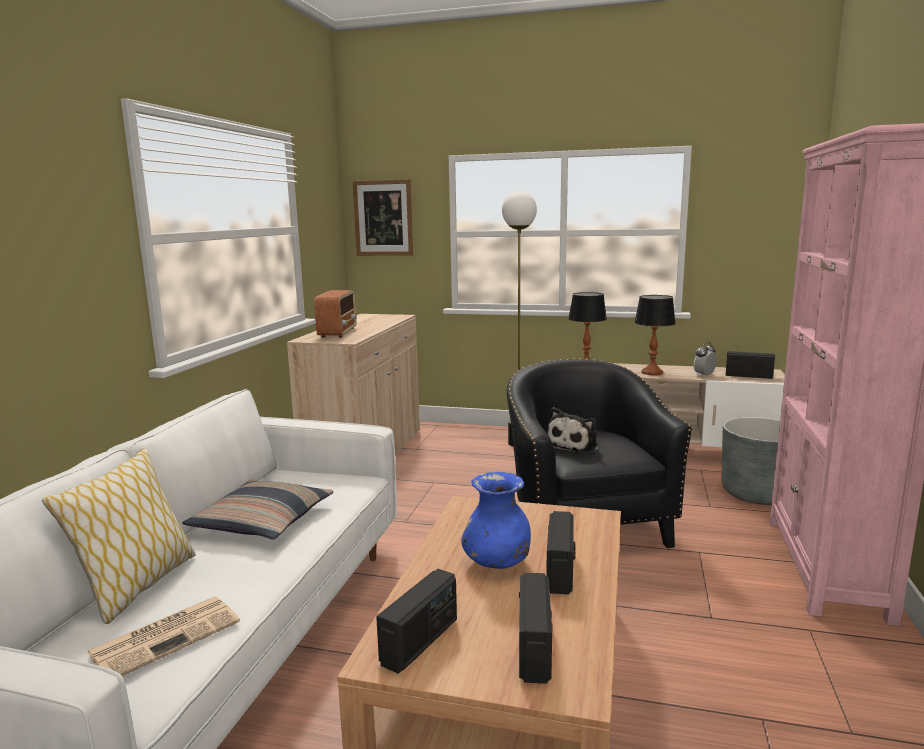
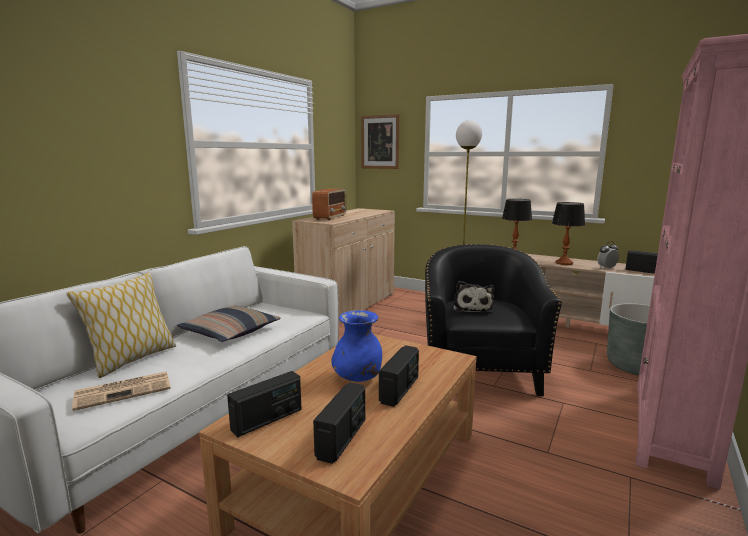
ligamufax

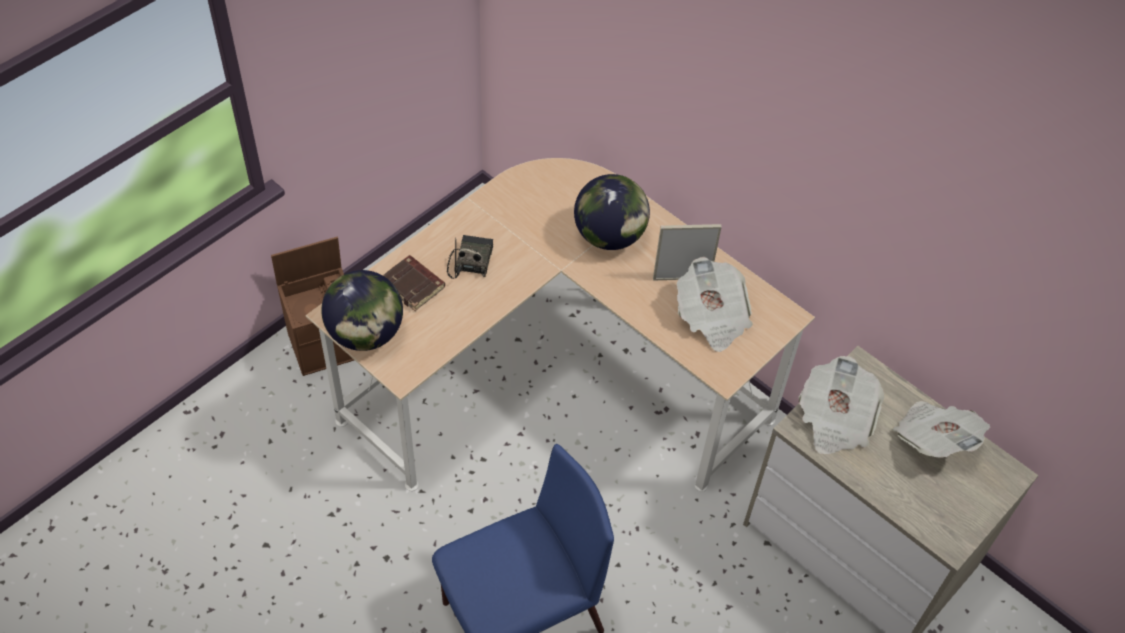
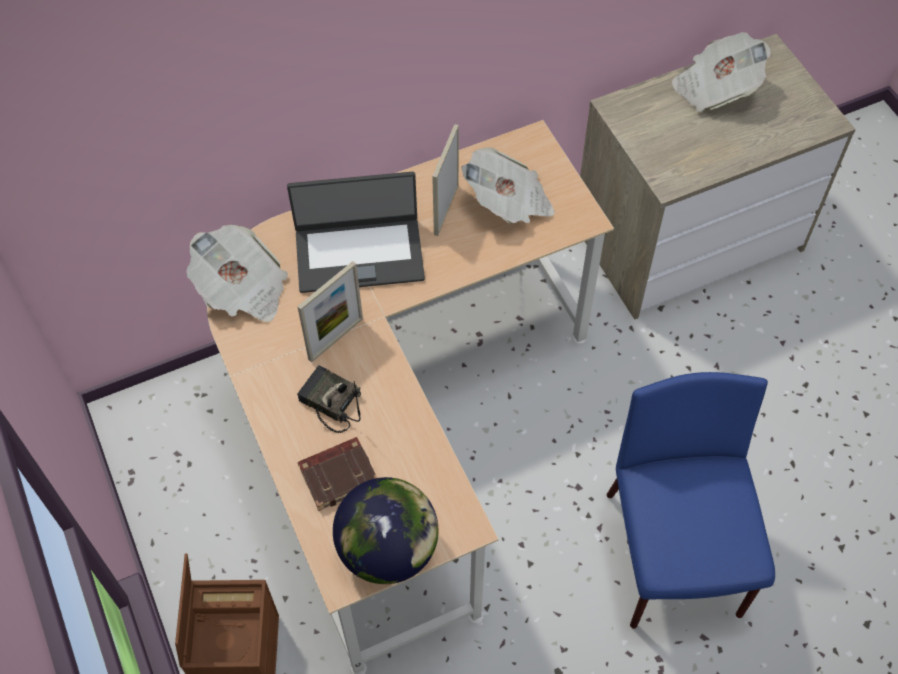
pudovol
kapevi (no. 1 from left)
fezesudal (no. 1 from left)

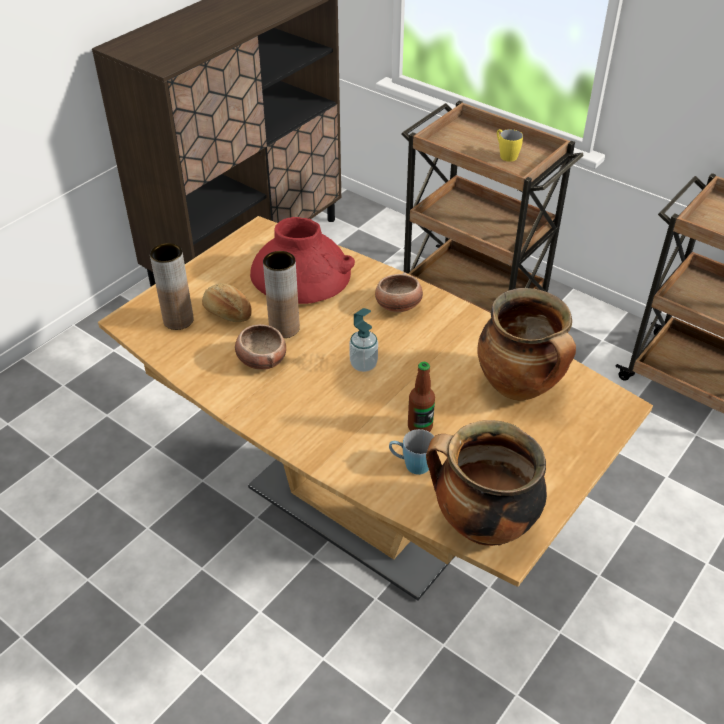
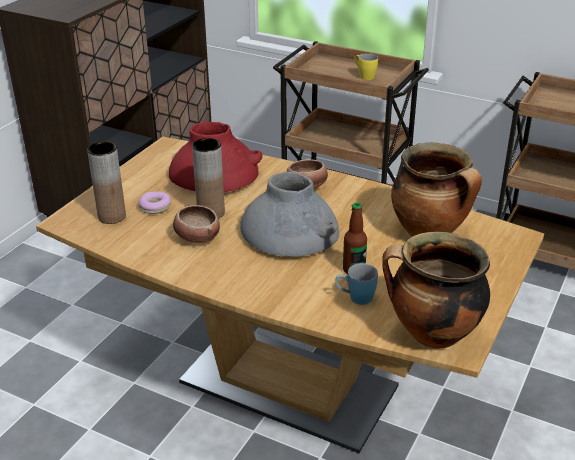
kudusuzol
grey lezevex

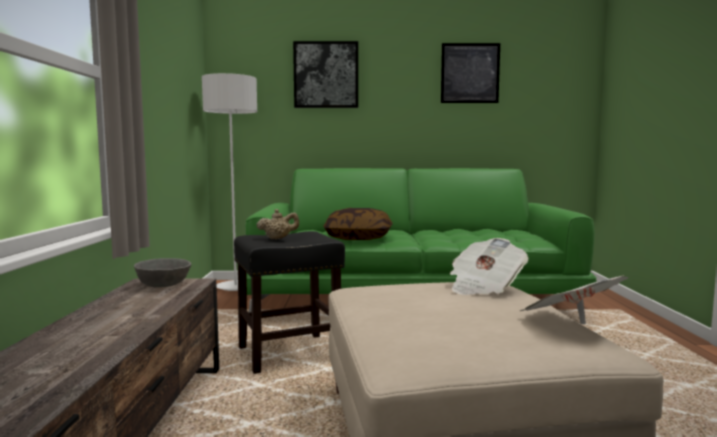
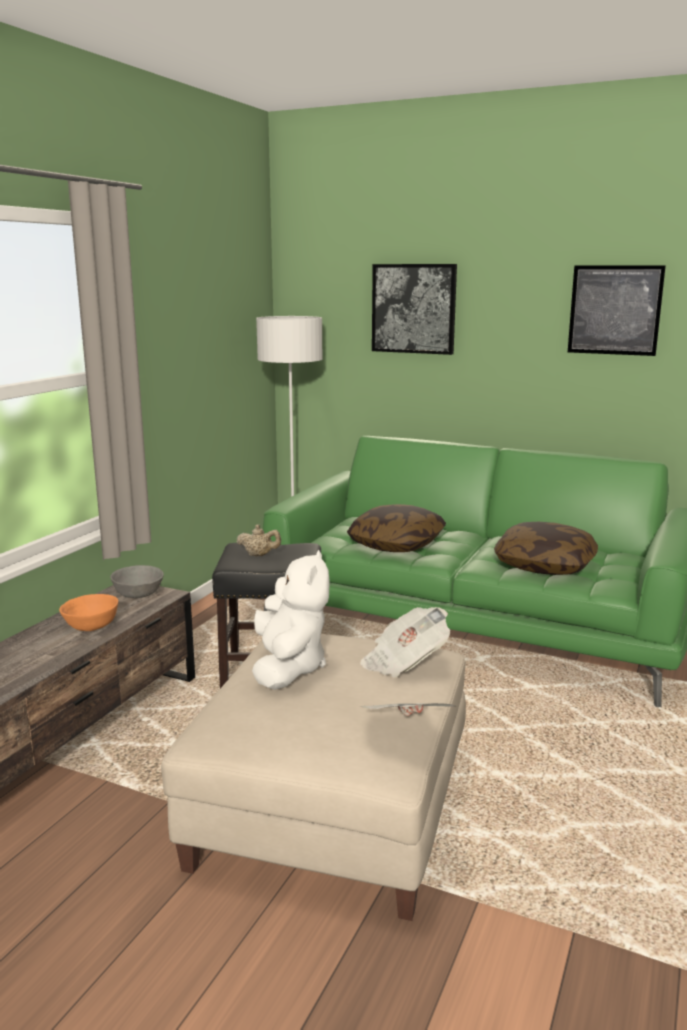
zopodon (no. 2 from left)
white ligamufax
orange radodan

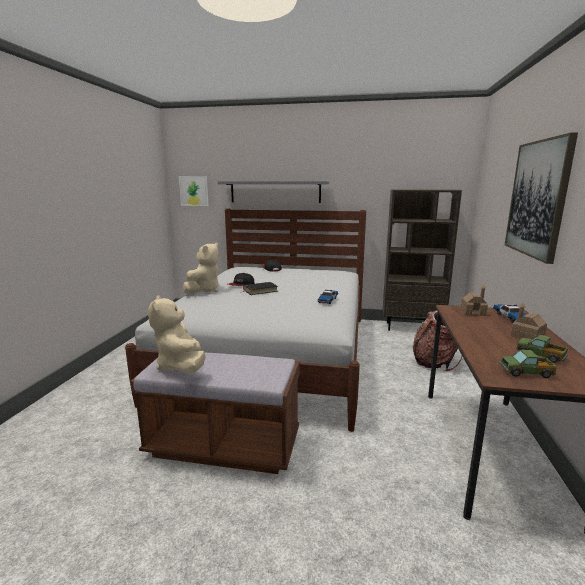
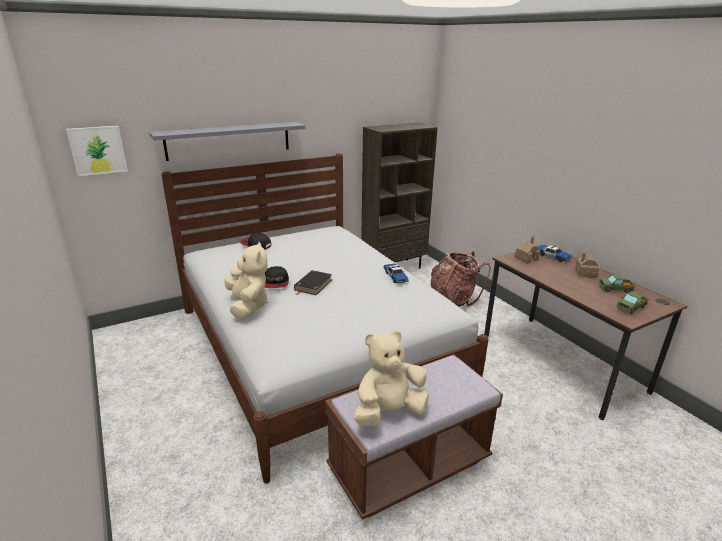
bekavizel (no. 2 from left in the first image)
beige ligamufax (no. 2 from left)

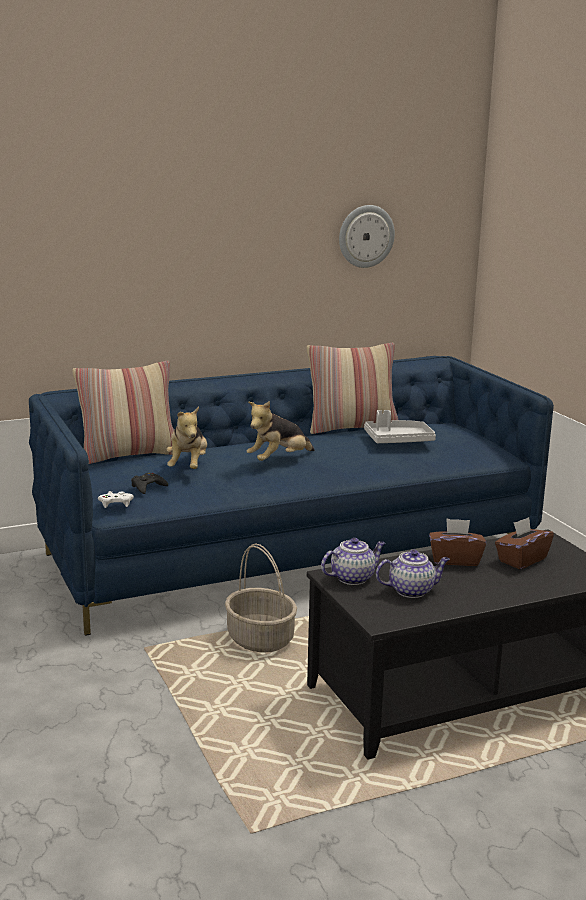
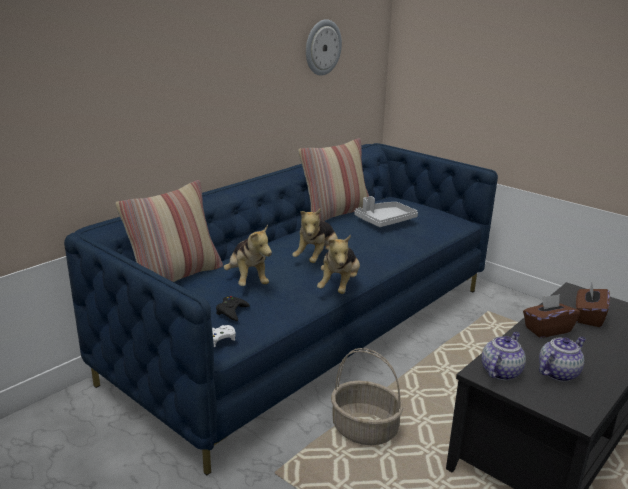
ligamufax (no. 3 from left)

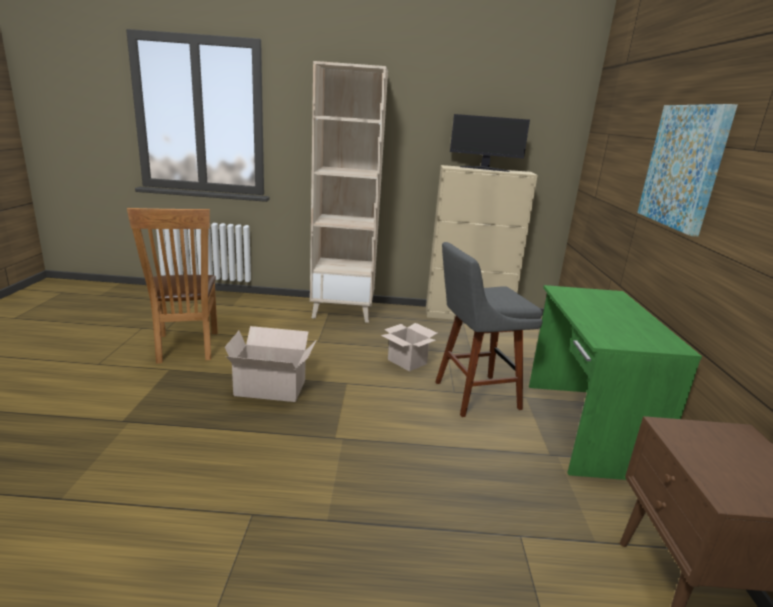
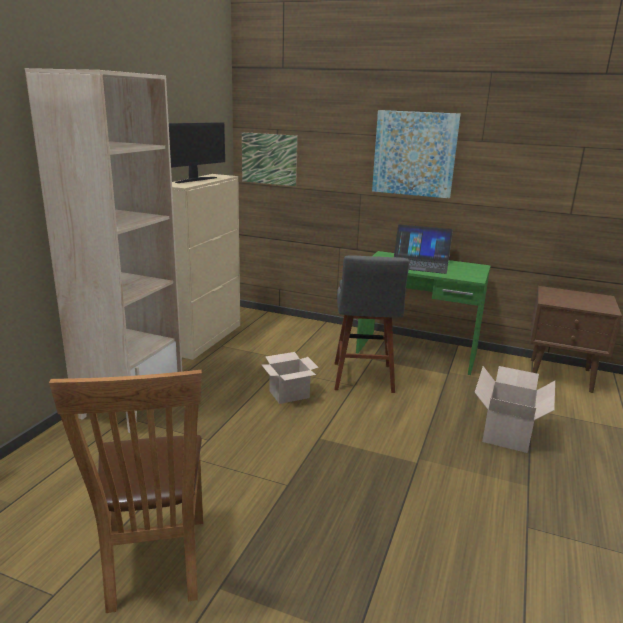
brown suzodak
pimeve (no. 2 from left)
bekavizel (no. 1 from left)
pudovol

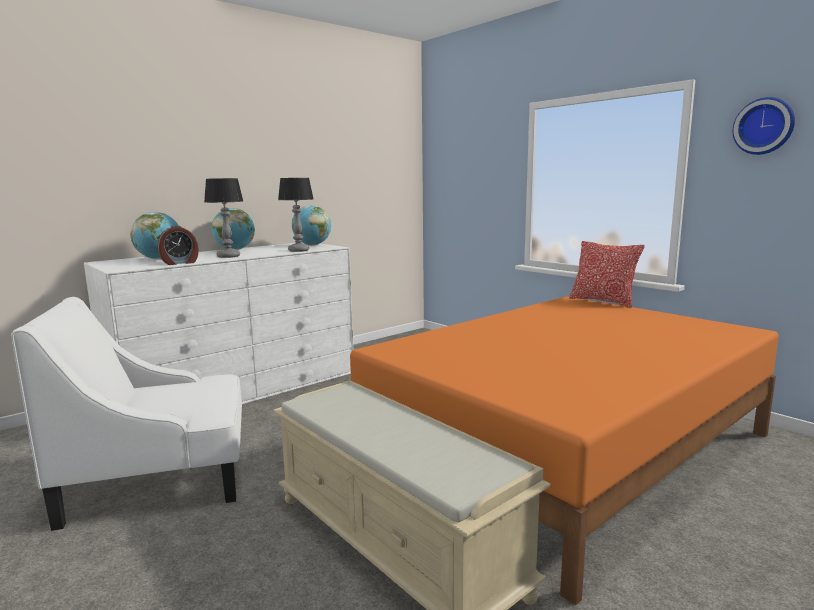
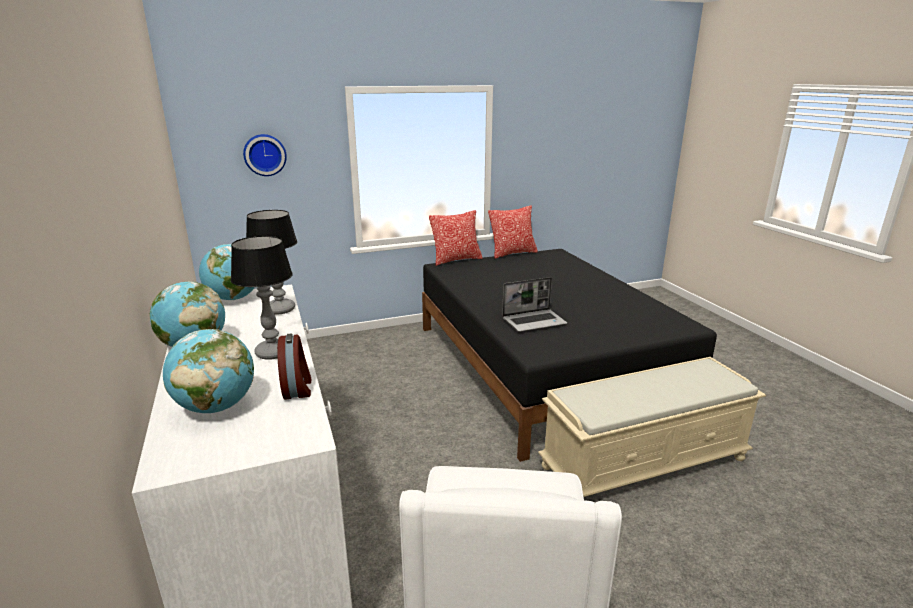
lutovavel
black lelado
zopodon (no. 2 from left)
pudovol

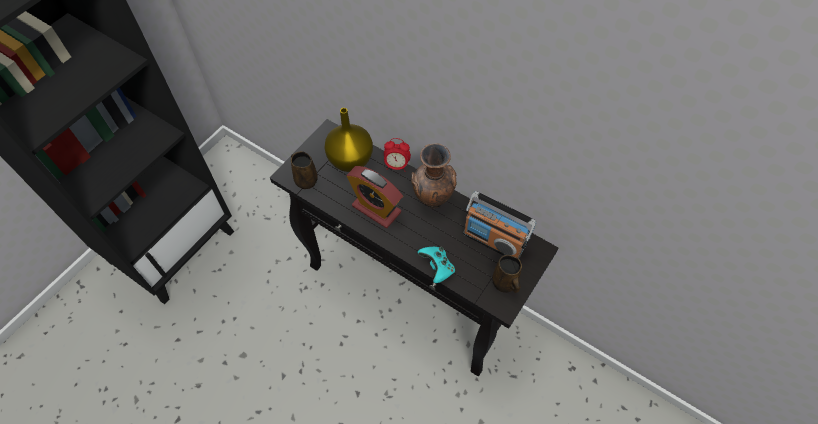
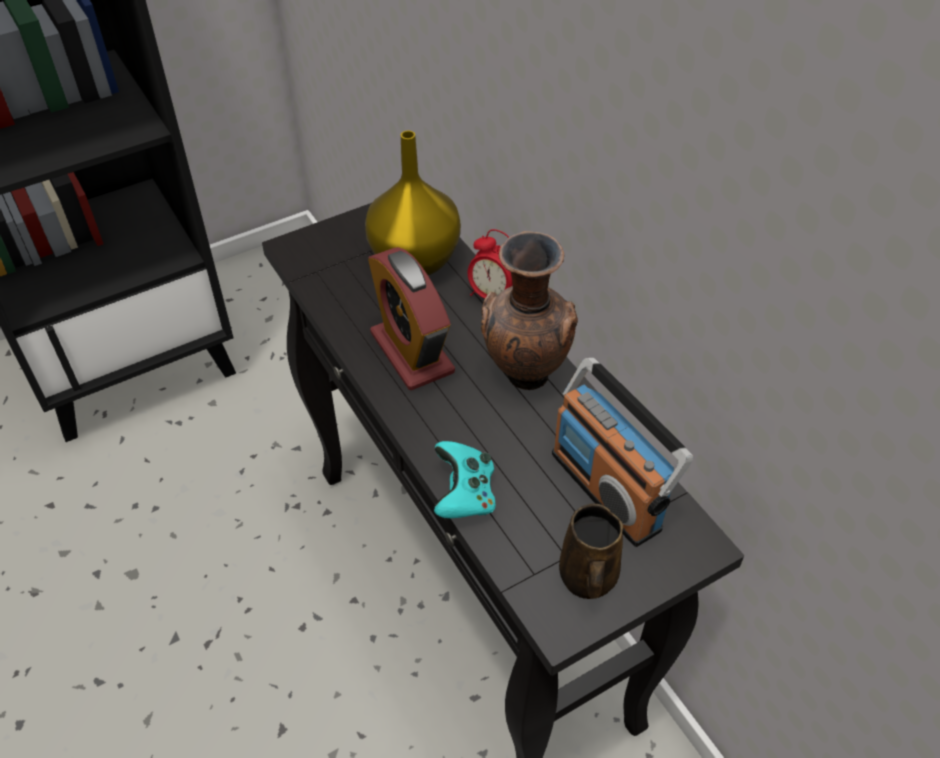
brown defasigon (no. 1 from left in the first image)

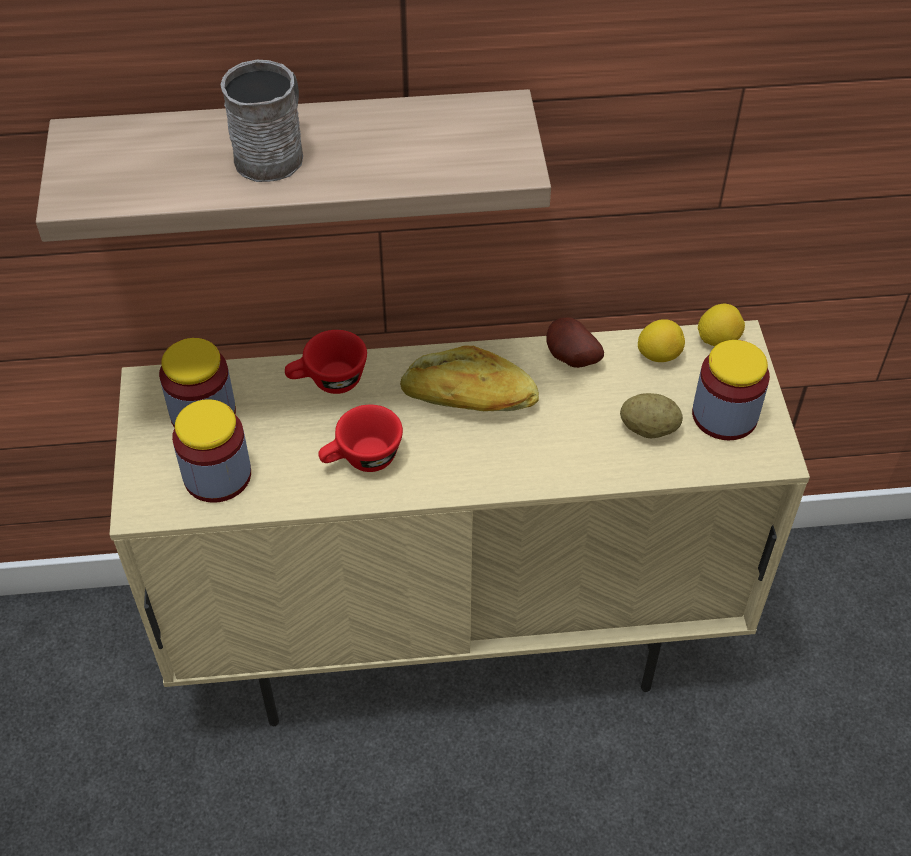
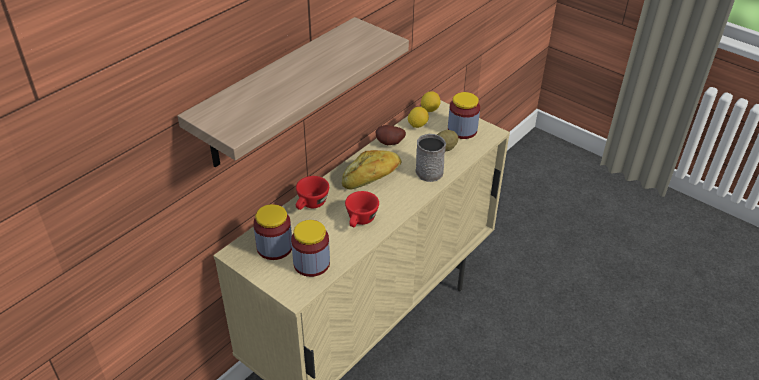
grey defasigon

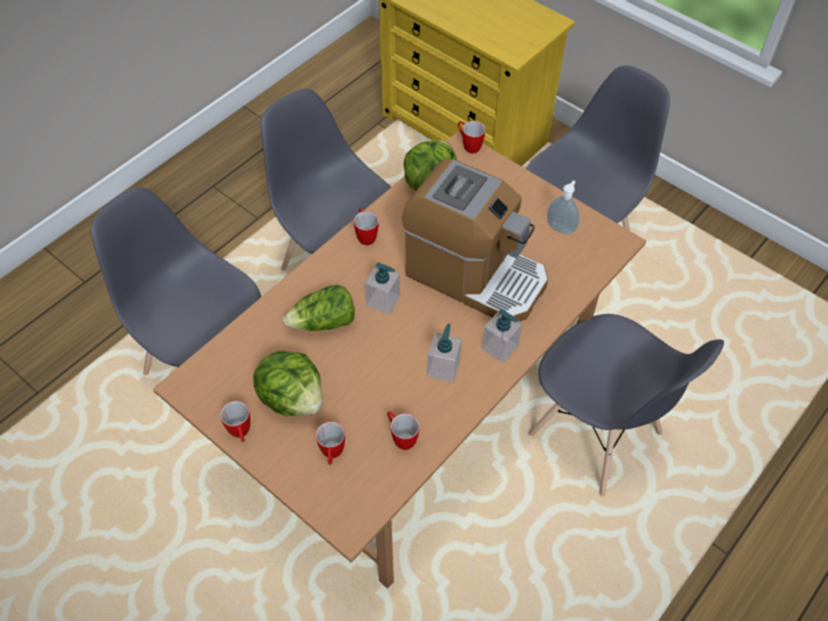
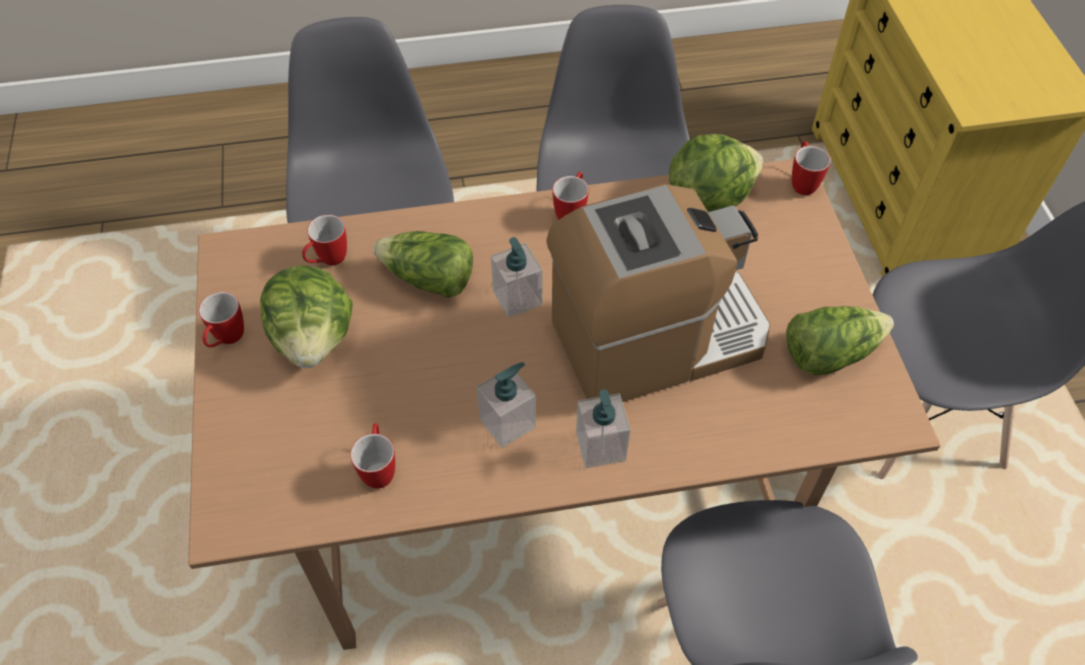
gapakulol
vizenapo (no. 4 from left)
defasigon (no. 2 from left)

